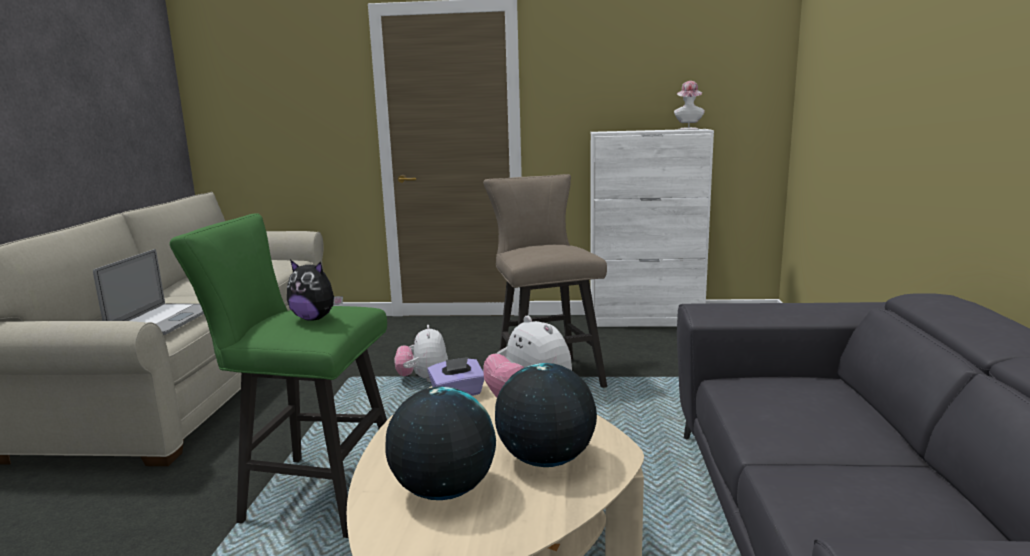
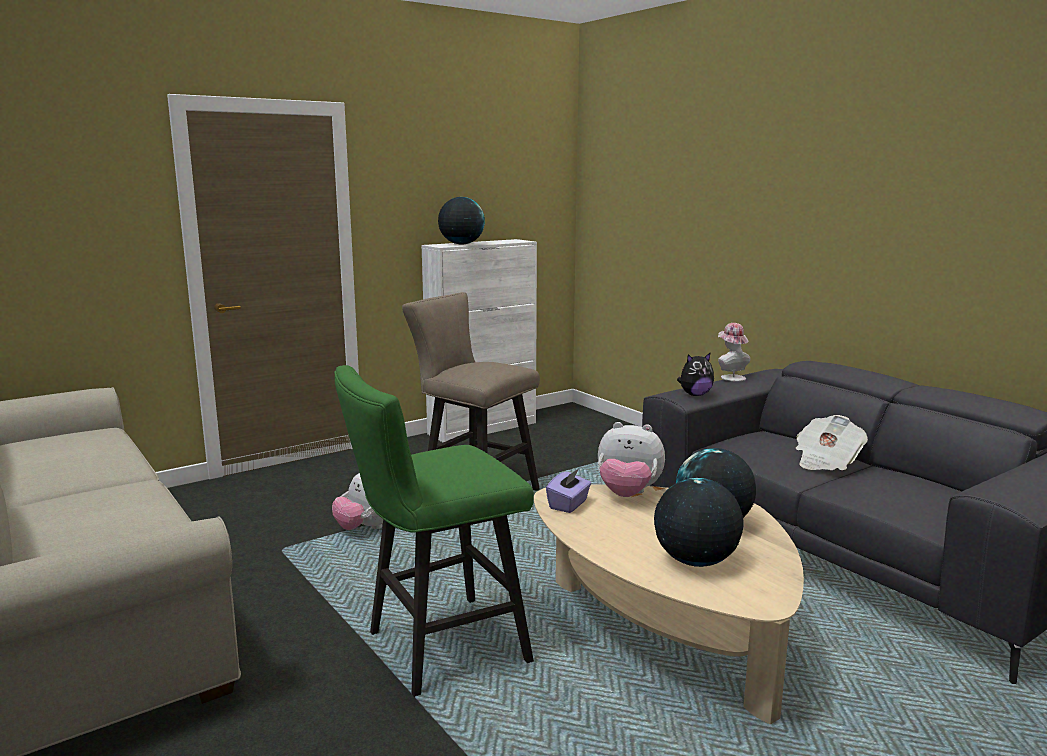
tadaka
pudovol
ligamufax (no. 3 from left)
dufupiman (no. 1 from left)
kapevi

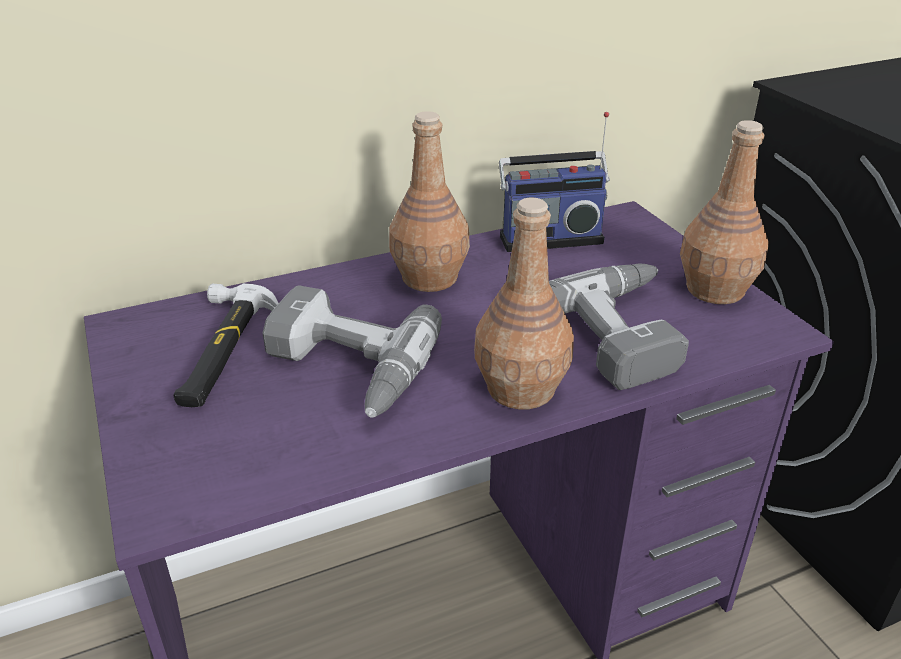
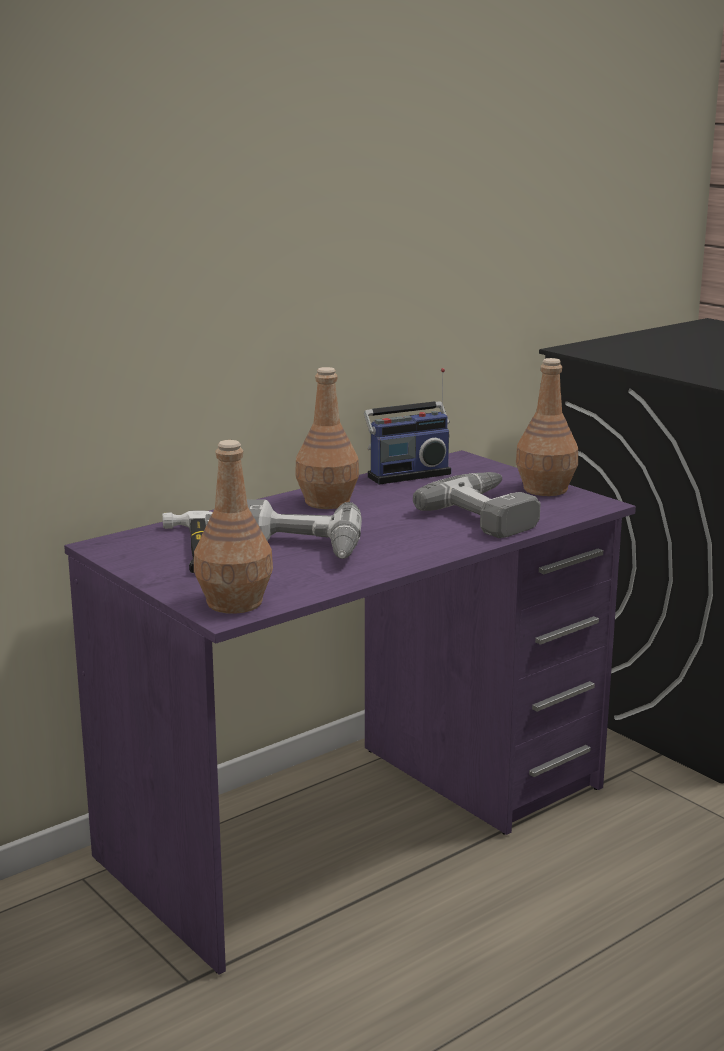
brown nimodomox (no. 1 from left)

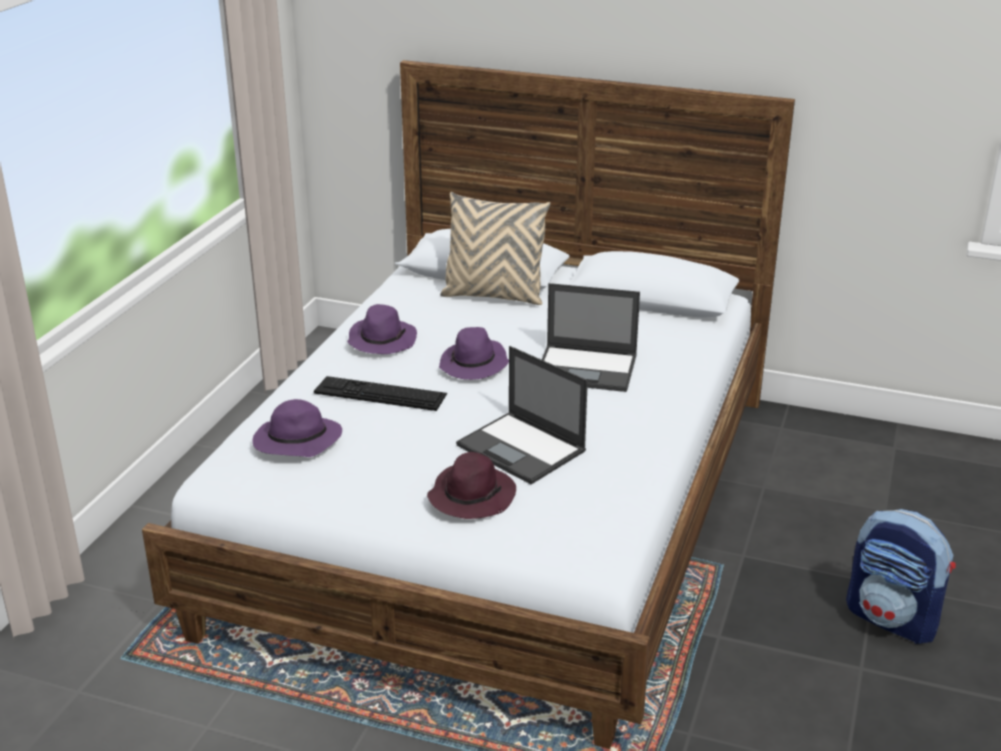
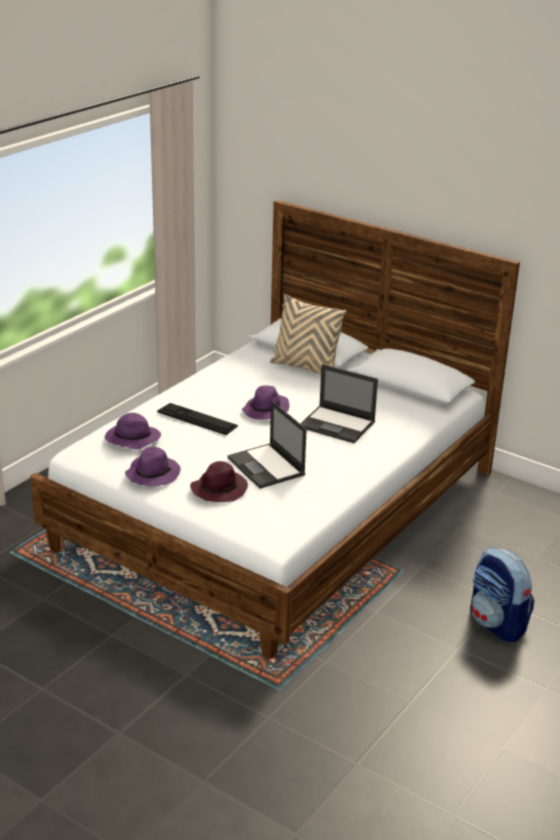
purple tadaka (no. 2 from left)

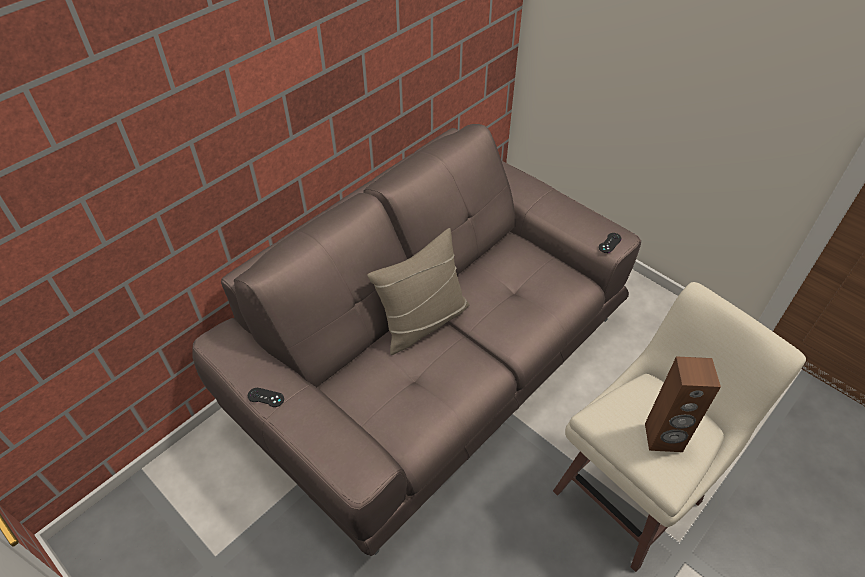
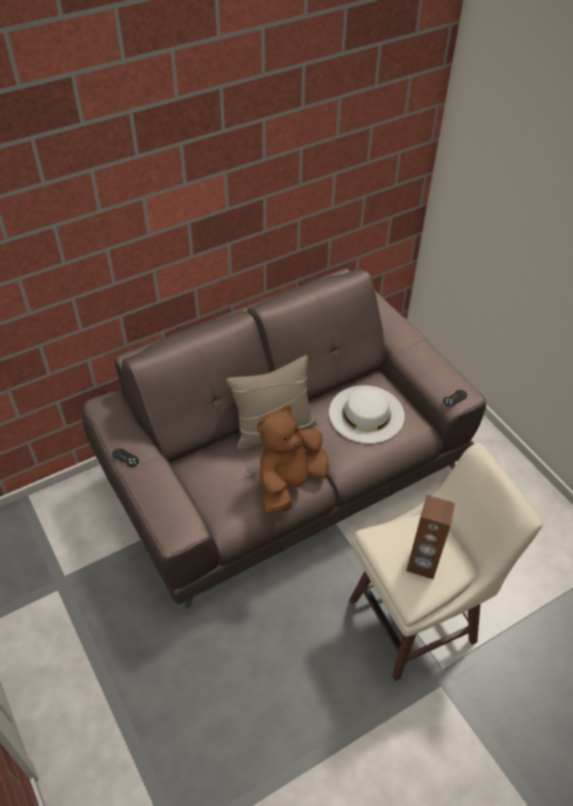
white tadaka
brown ligamufax

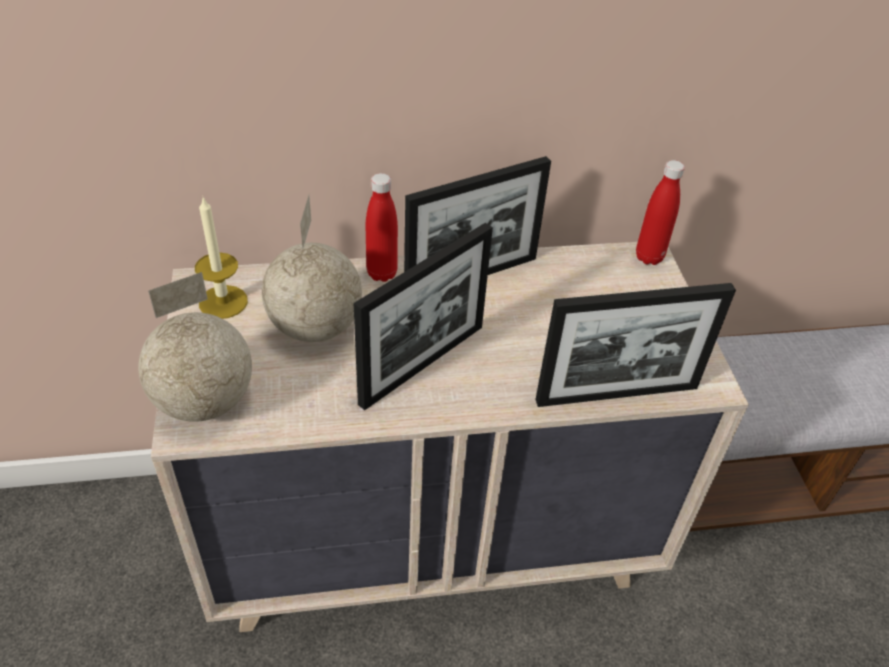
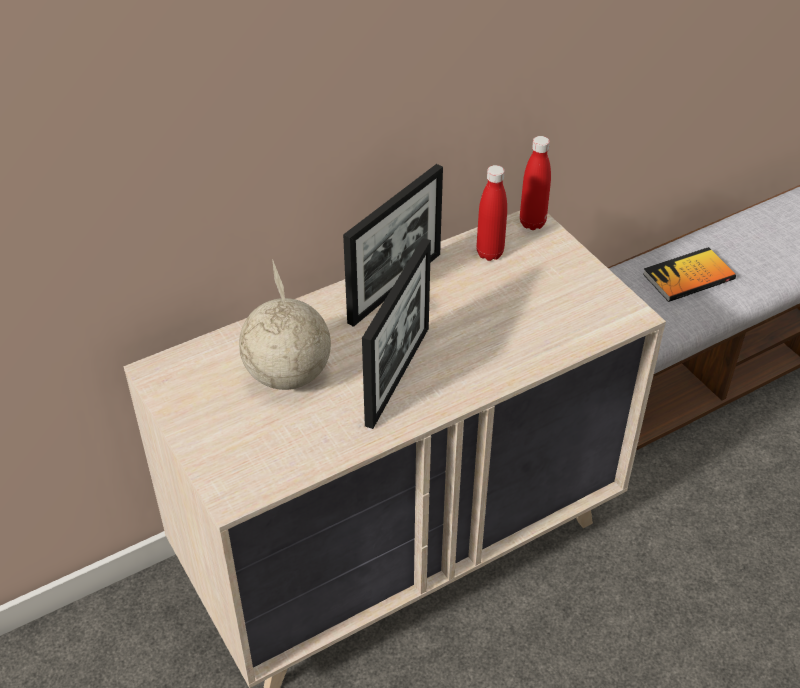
red nimodomox (no. 1 from left)
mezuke
dufupiman (no. 1 from left in the first image)
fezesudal (no. 3 from left in the first image)
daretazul

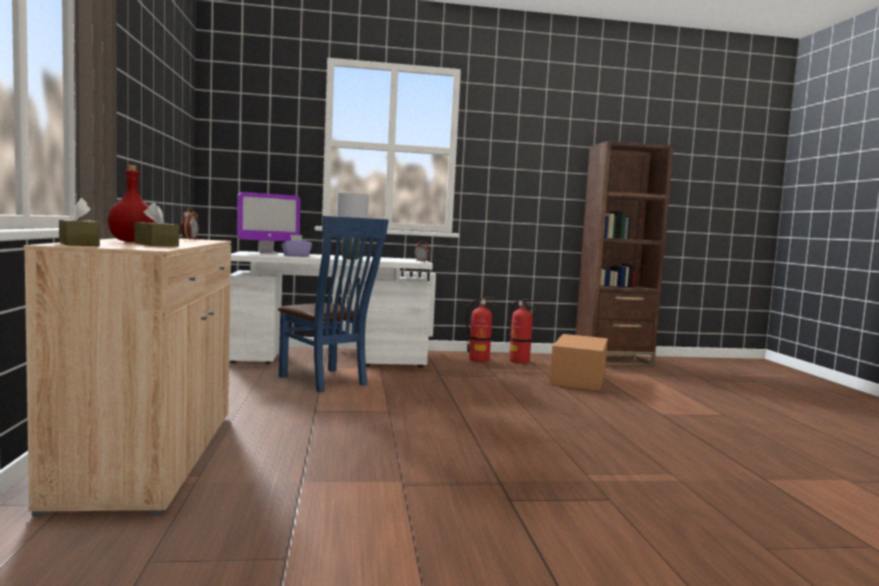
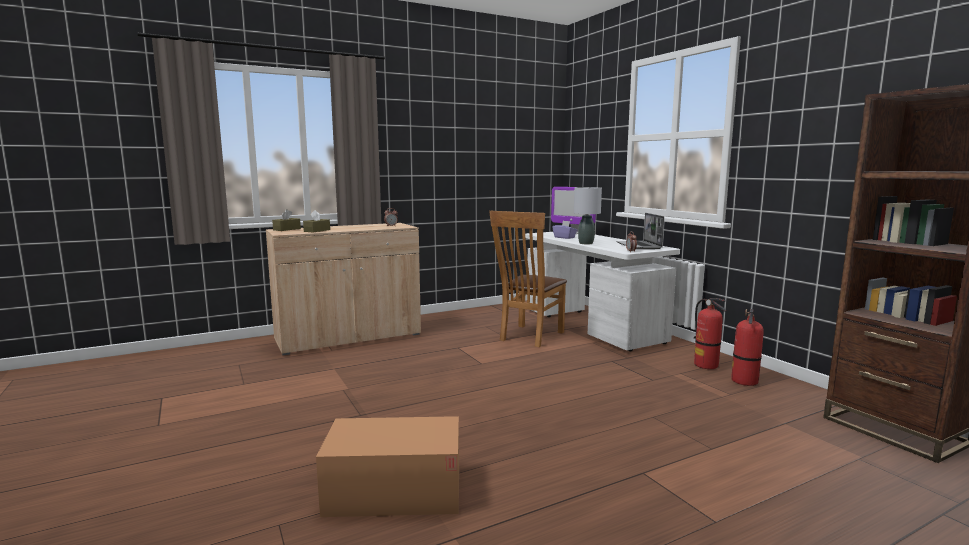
red nimodomox
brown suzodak
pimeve
pudovol

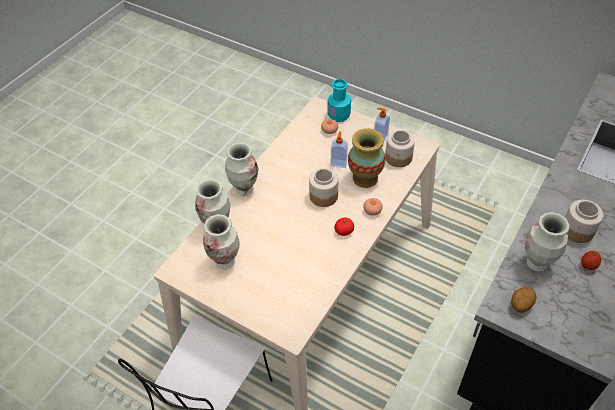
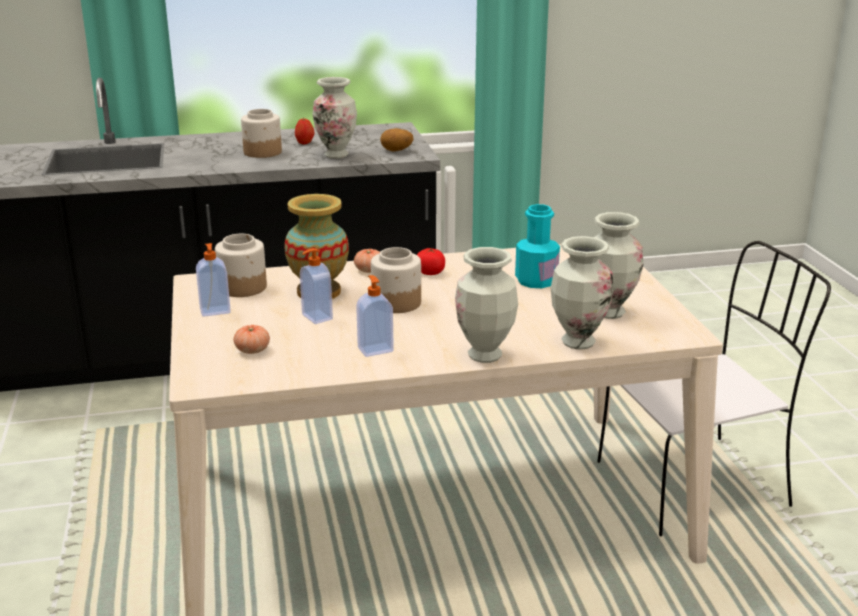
turquoise nimodomox
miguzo (no. 3 from left)

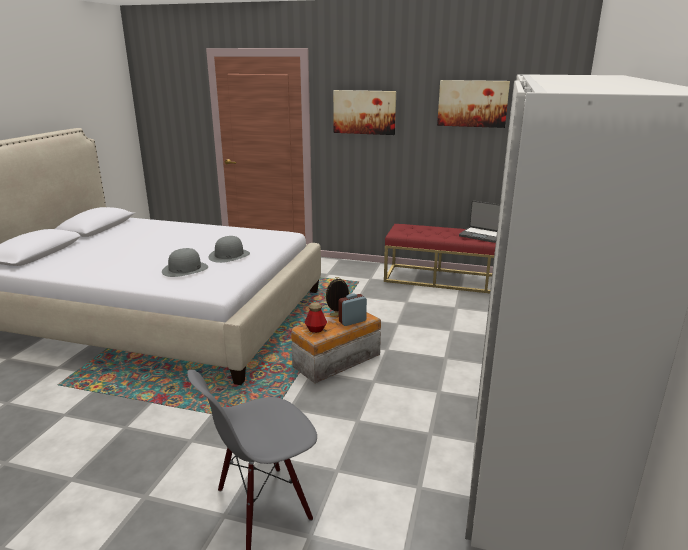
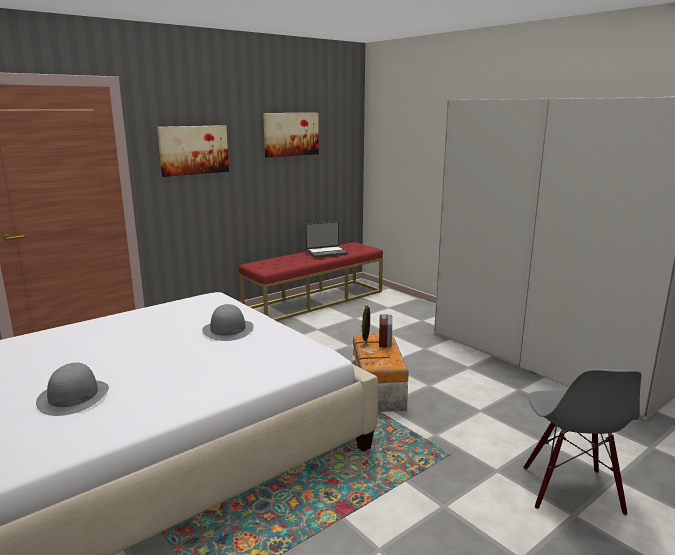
grey tadaka (no. 1 from left)
nimodomox

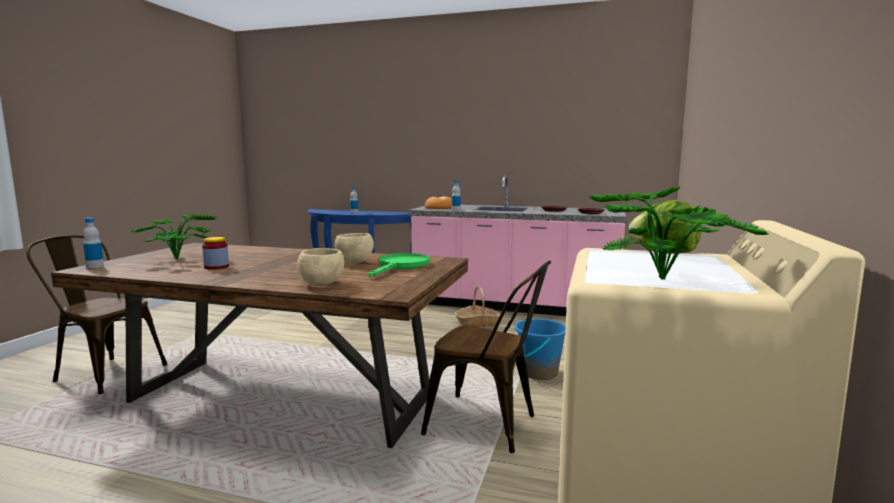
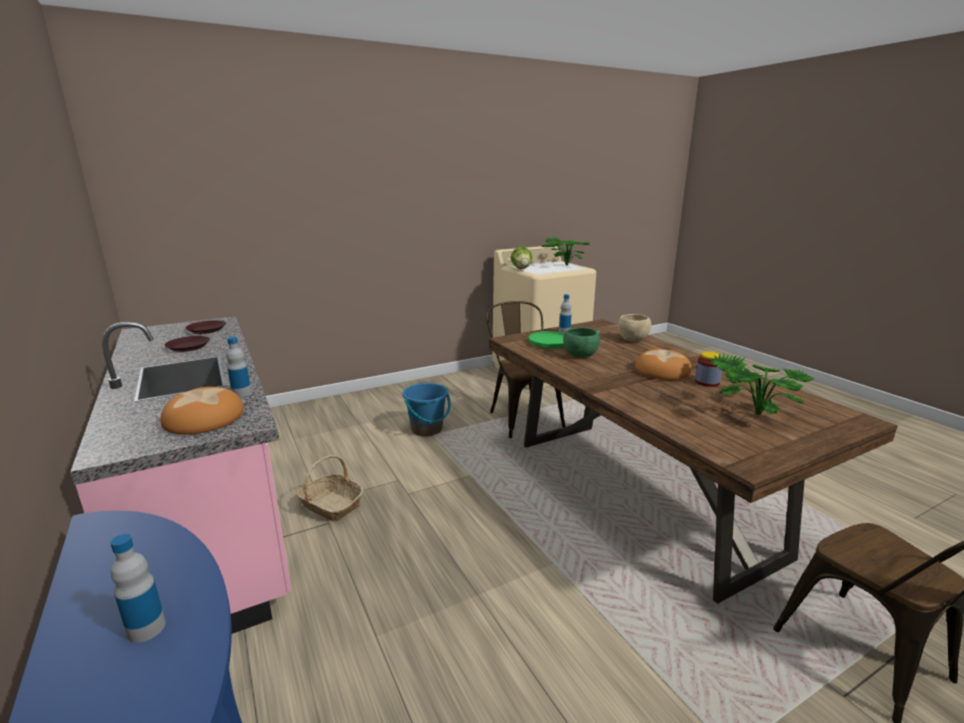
nimodomox (no. 3 from left)
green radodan
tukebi (no. 2 from left)

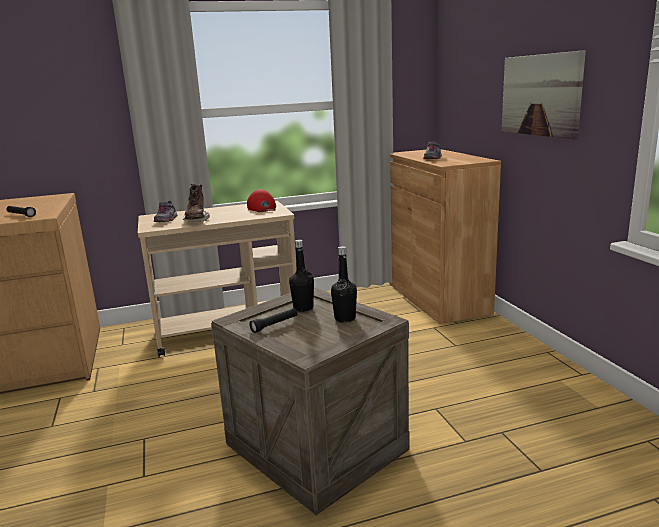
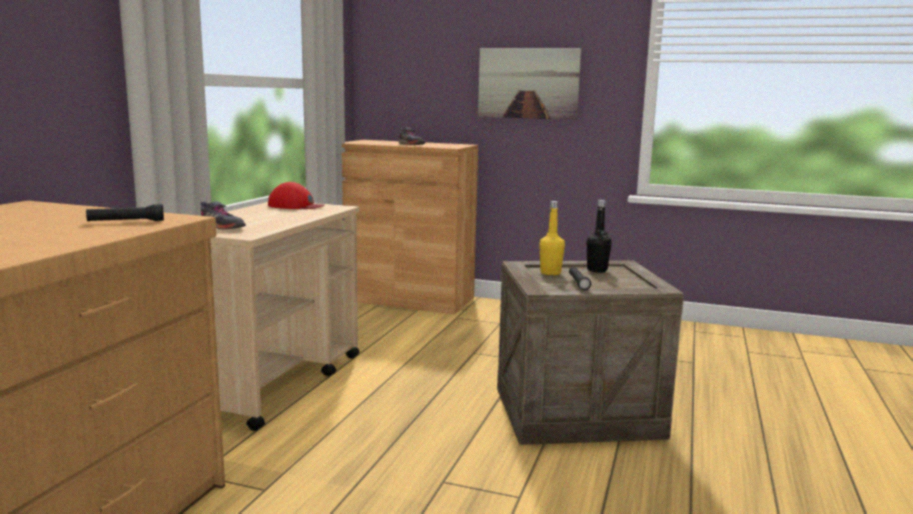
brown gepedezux
yellow nimodomox

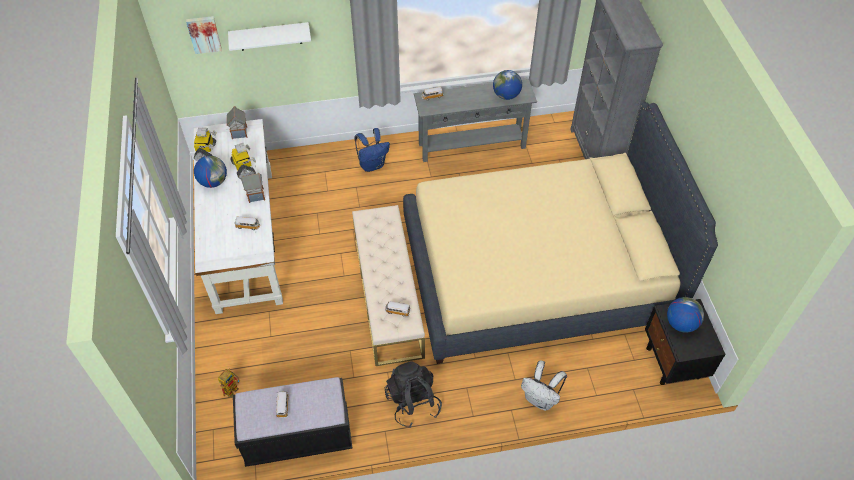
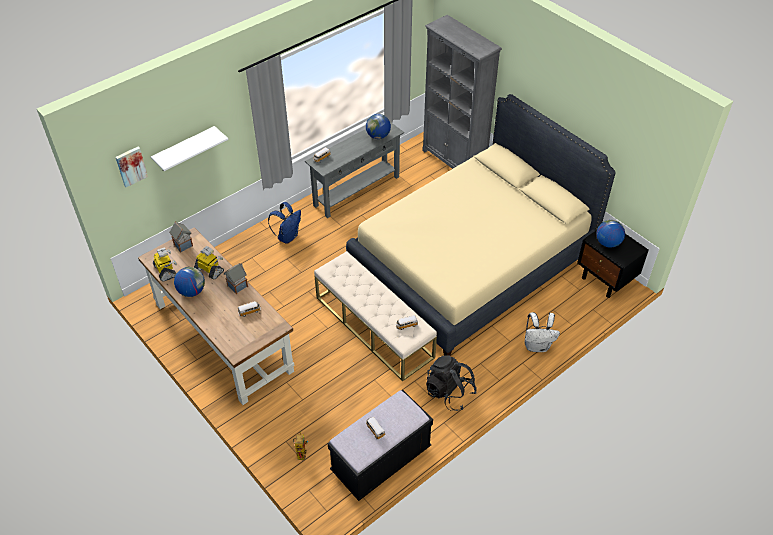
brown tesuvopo

